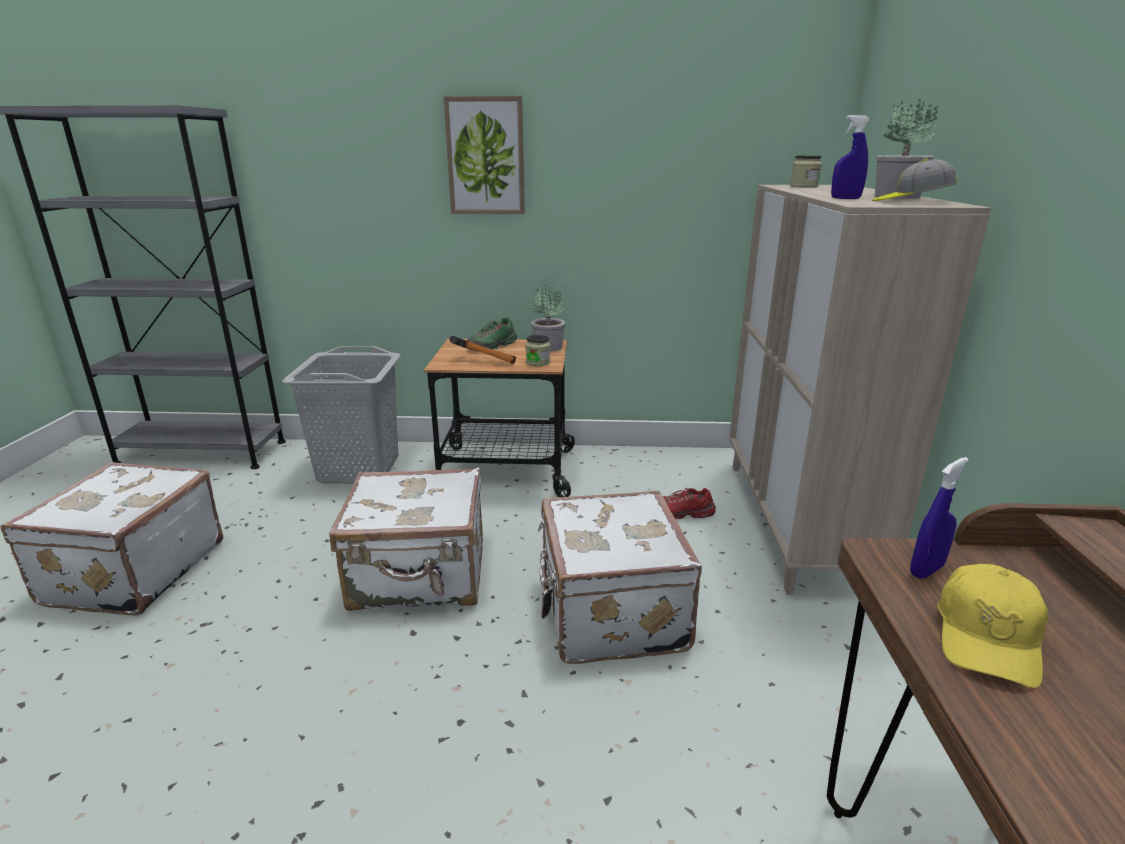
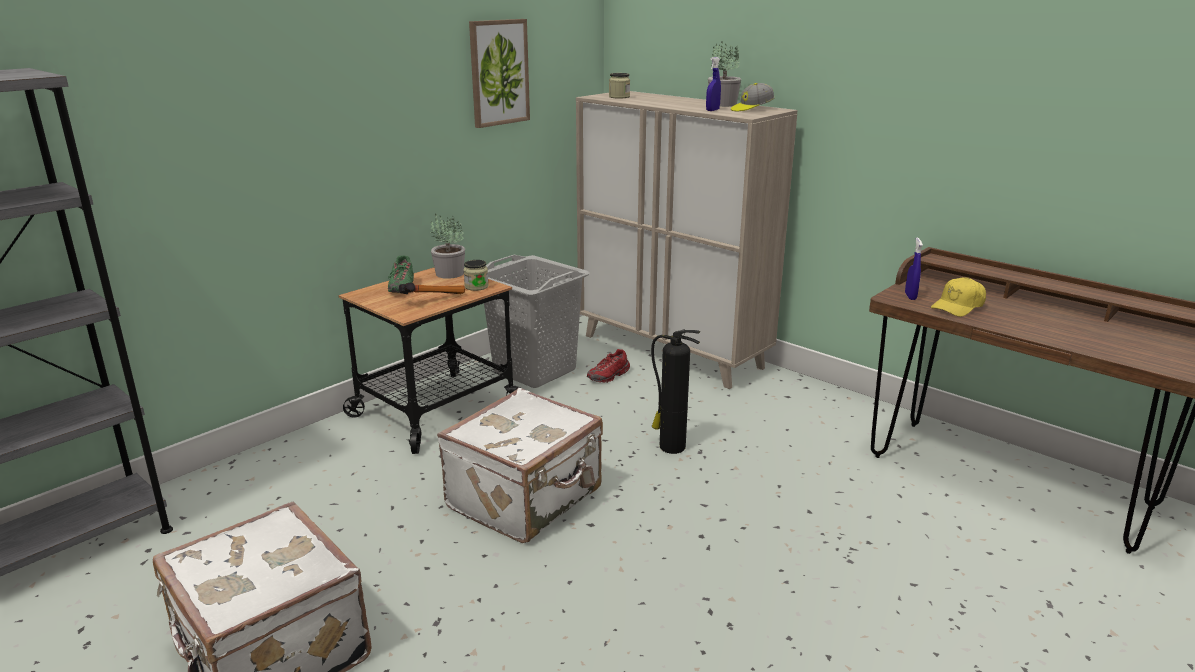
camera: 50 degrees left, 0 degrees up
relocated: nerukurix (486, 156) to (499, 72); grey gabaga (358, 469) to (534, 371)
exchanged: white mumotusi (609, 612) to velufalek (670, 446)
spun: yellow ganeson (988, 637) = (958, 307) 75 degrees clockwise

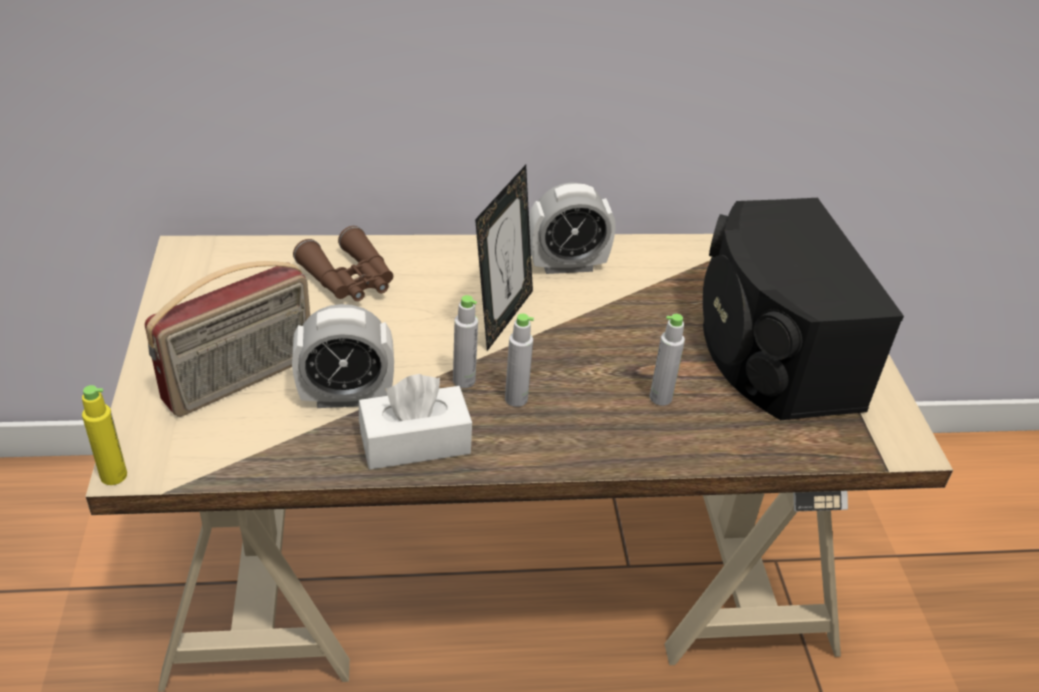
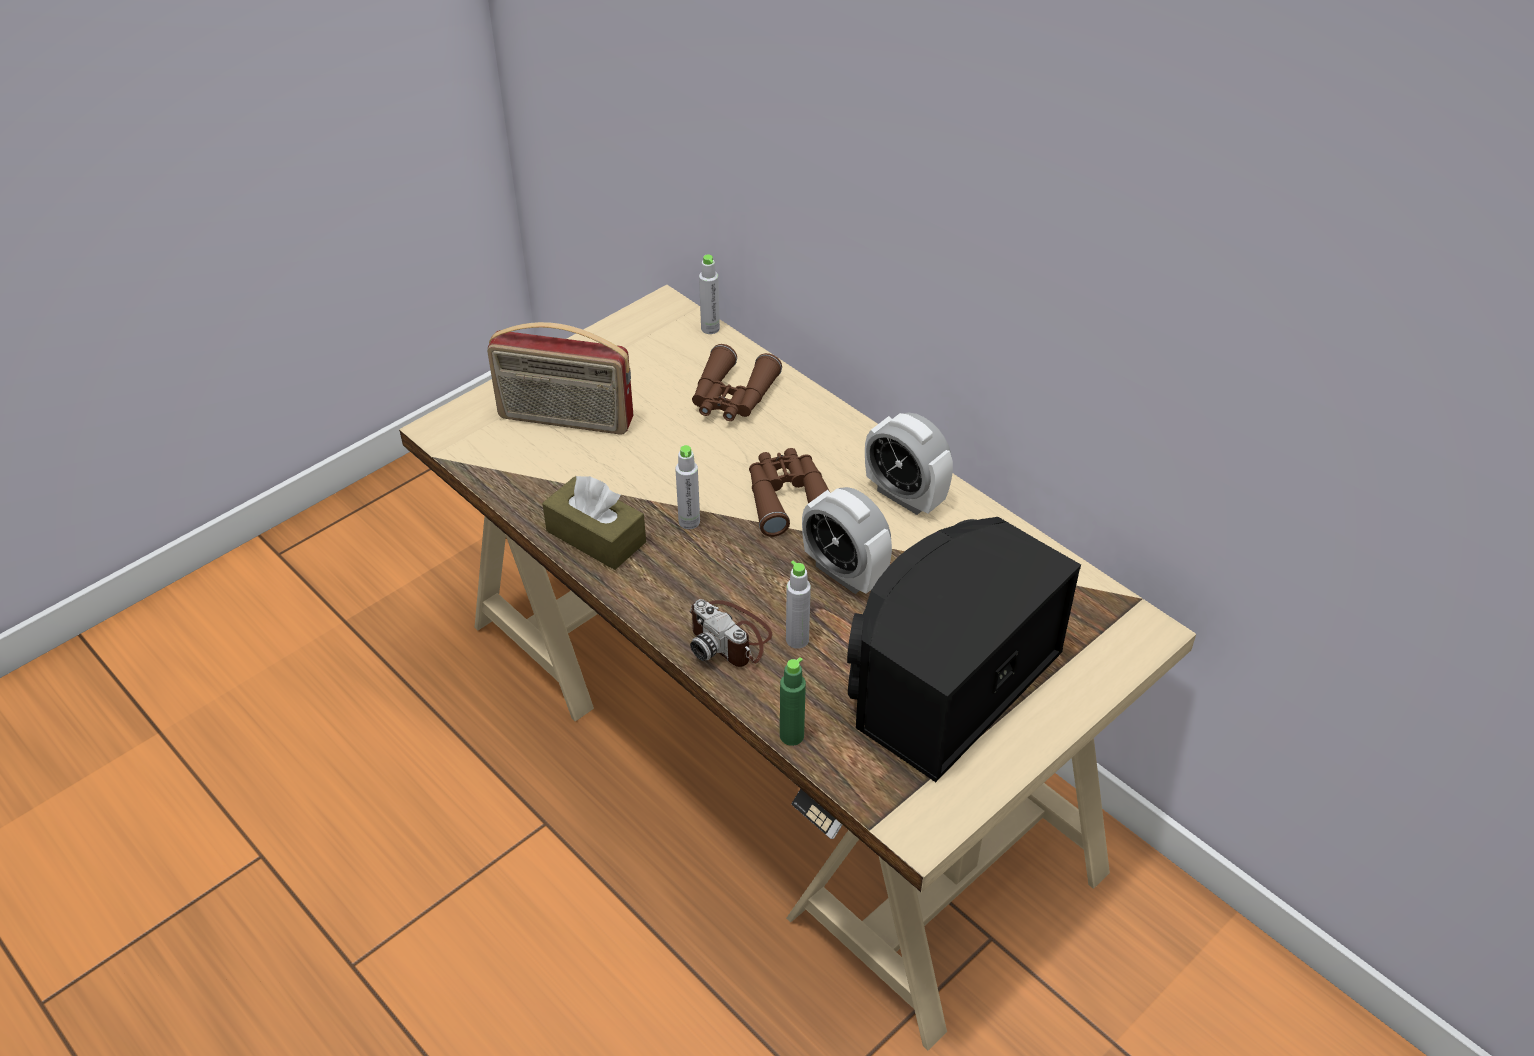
camera: 55 degrees right, 5 degrees up
missing: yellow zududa (113, 475)
appeared: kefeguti (730, 637); green zududa (791, 736)
relocated: grey zududa (516, 399) to (710, 328); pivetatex (346, 397) to (844, 573)
exchanged: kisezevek (502, 317) to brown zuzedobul (788, 499)
colour: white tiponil (415, 442) to brown tiponil (596, 536)

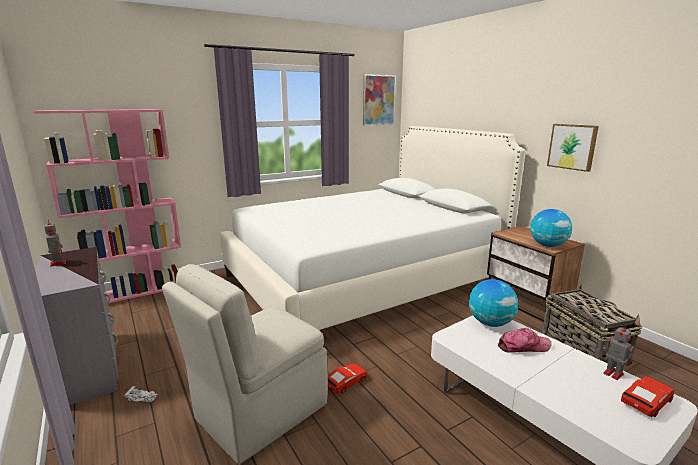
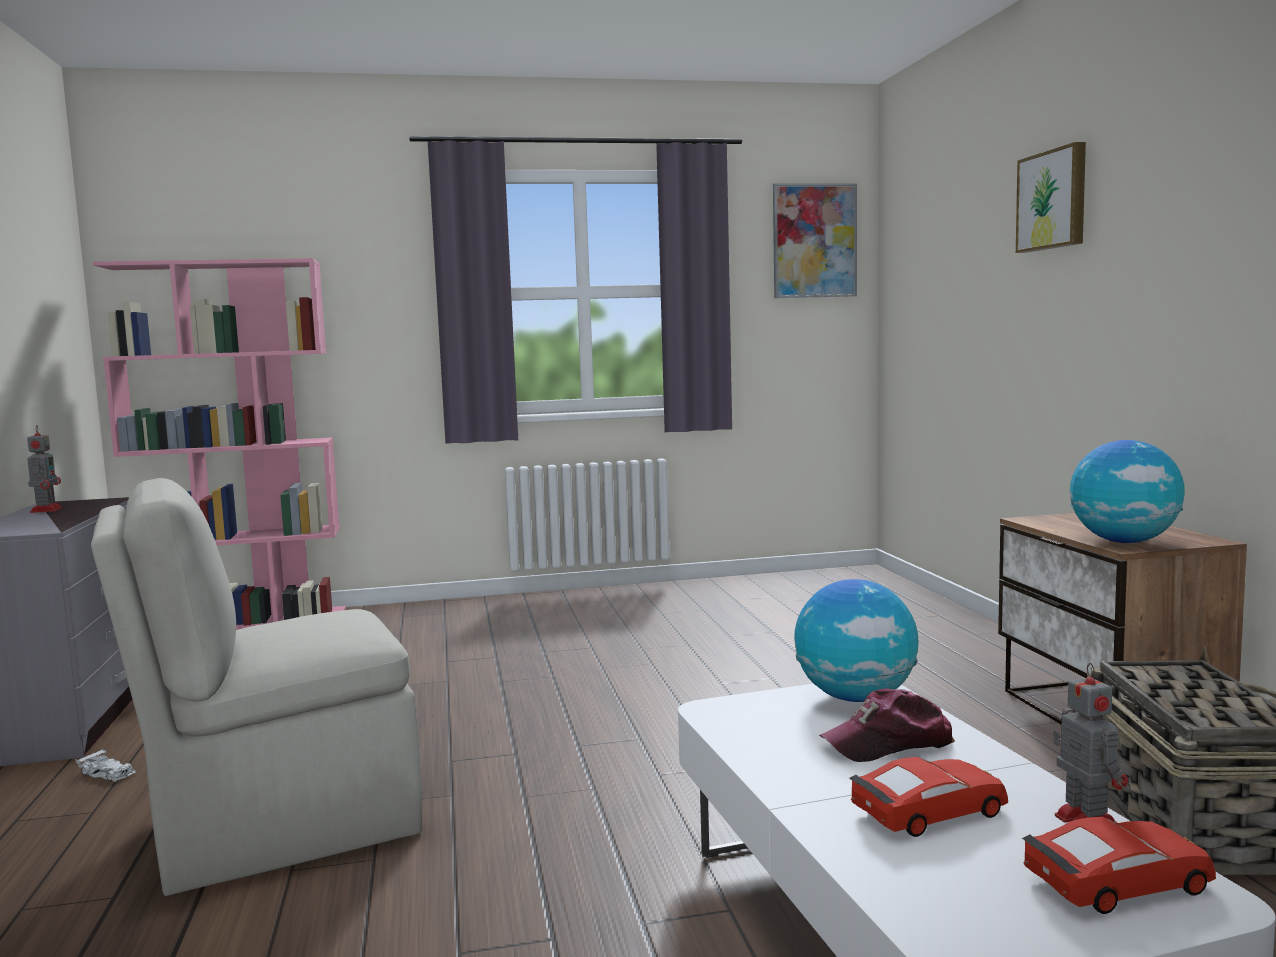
camera: 20 degrees right, 10 degrees down
missing: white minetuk (363, 279)
relocated: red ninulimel (345, 382) to (928, 812); nerukurix (572, 146) to (1054, 200)
spun: ganeson (523, 346) = (888, 744) 150 degrees clockwise

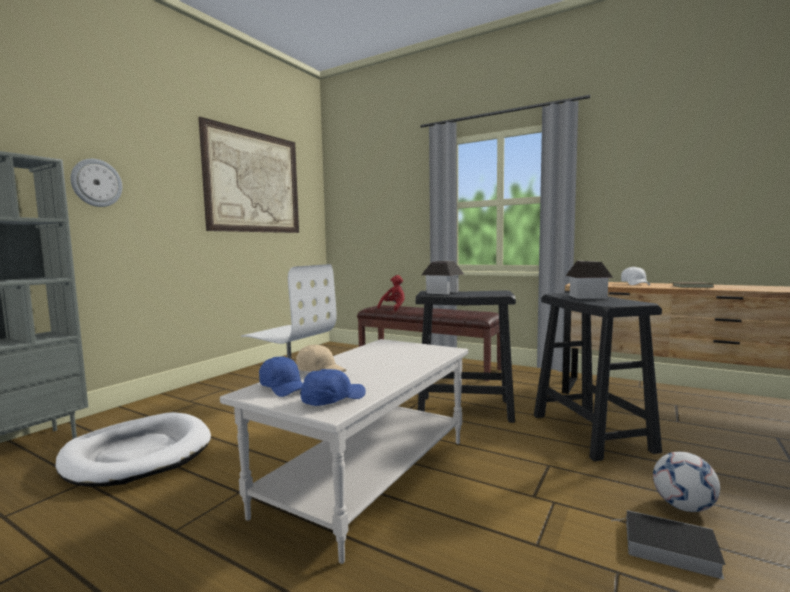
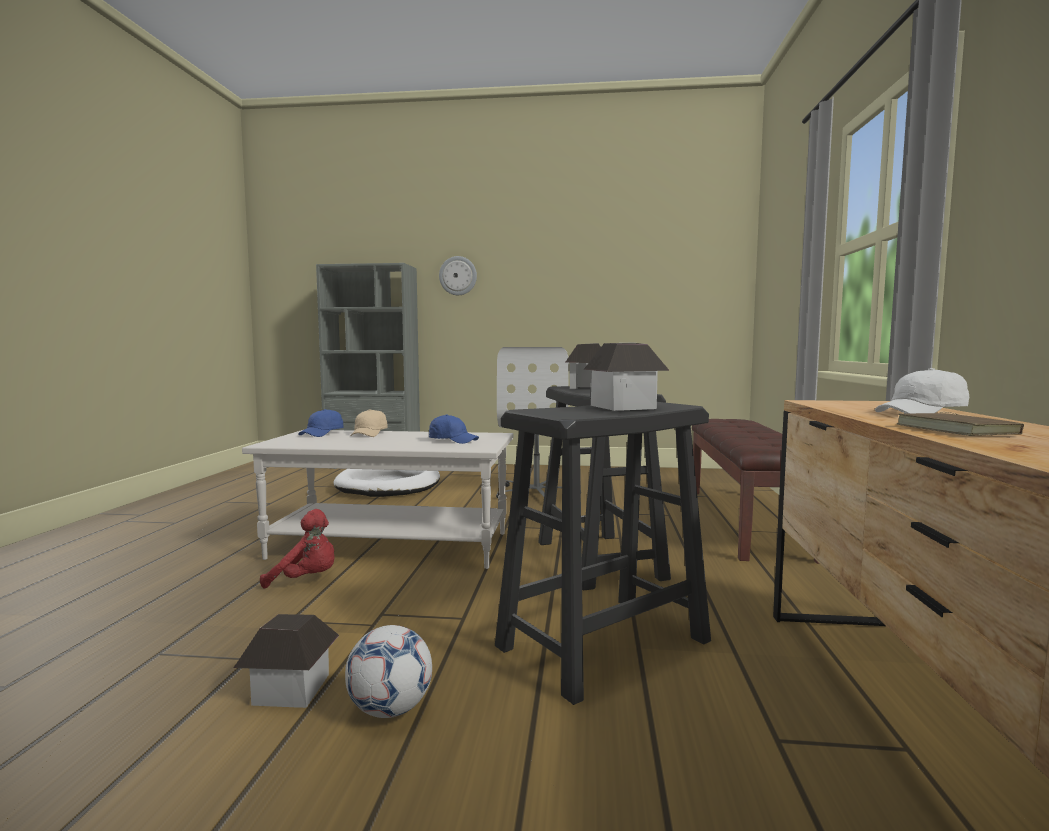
camera: 65 degrees right, 0 degrees up
missing: nerukurix (254, 182)
relocated: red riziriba (394, 308) to (306, 580); blue ganeson (332, 399) to (453, 440)
exchanged: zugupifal (667, 547) to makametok (291, 689)

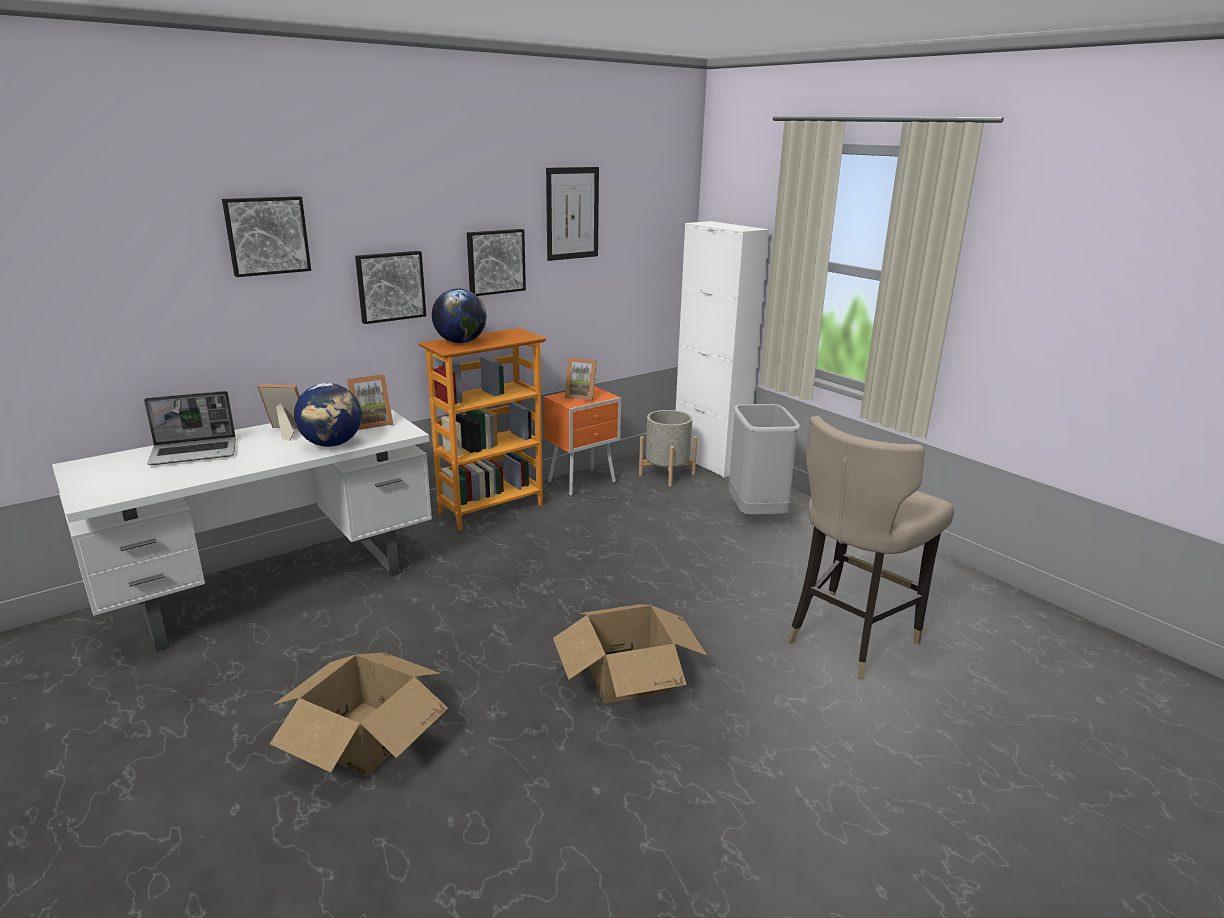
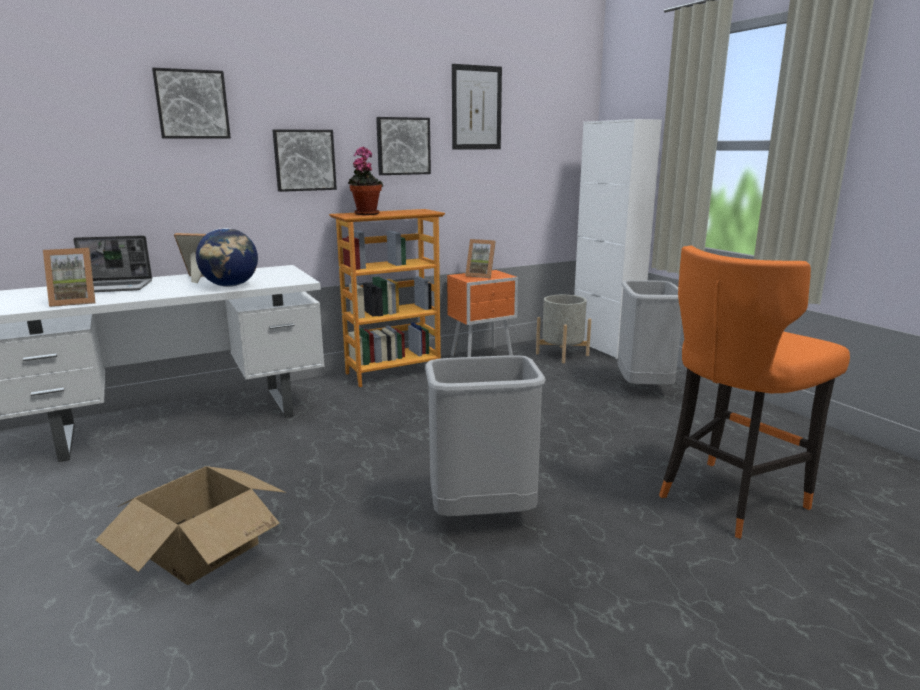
camera: 10 degrees right, 5 degrees down
relocated: kisezevek (371, 423) to (75, 302)
exchanged: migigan (460, 342) to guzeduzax (366, 213); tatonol (628, 675) to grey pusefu (482, 514)
colour: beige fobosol (850, 638) to orange fobosol (729, 498)

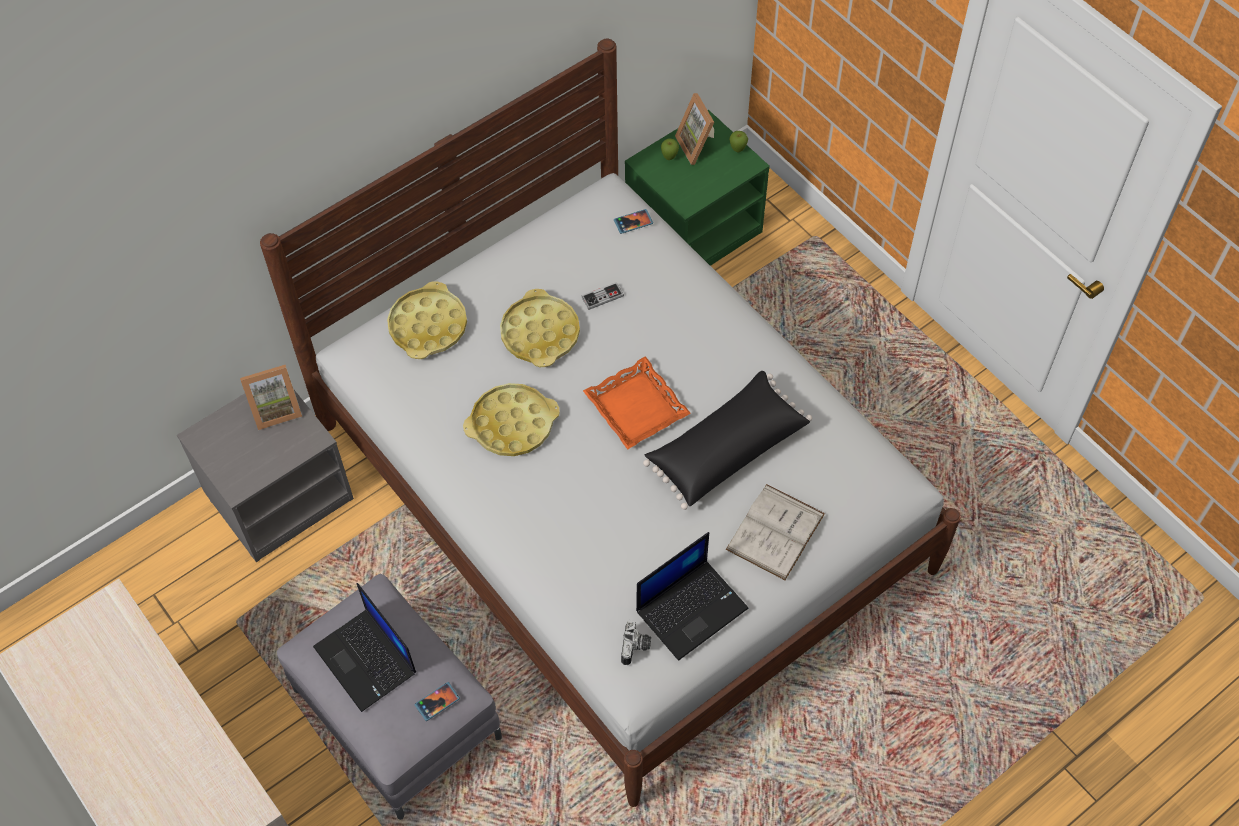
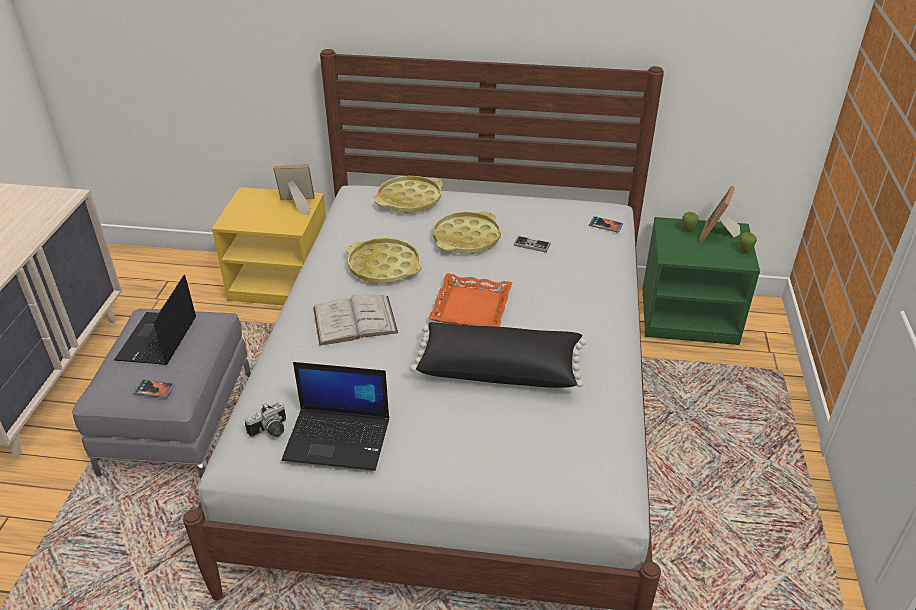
camera: 45 degrees right, 20 degrees down
relocated: white zugupifal (775, 531) to (354, 320)
colour: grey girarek (279, 494) to yellow girarek (282, 282)
spun: kisezevek (275, 409) = (297, 205) 150 degrees clockwise

